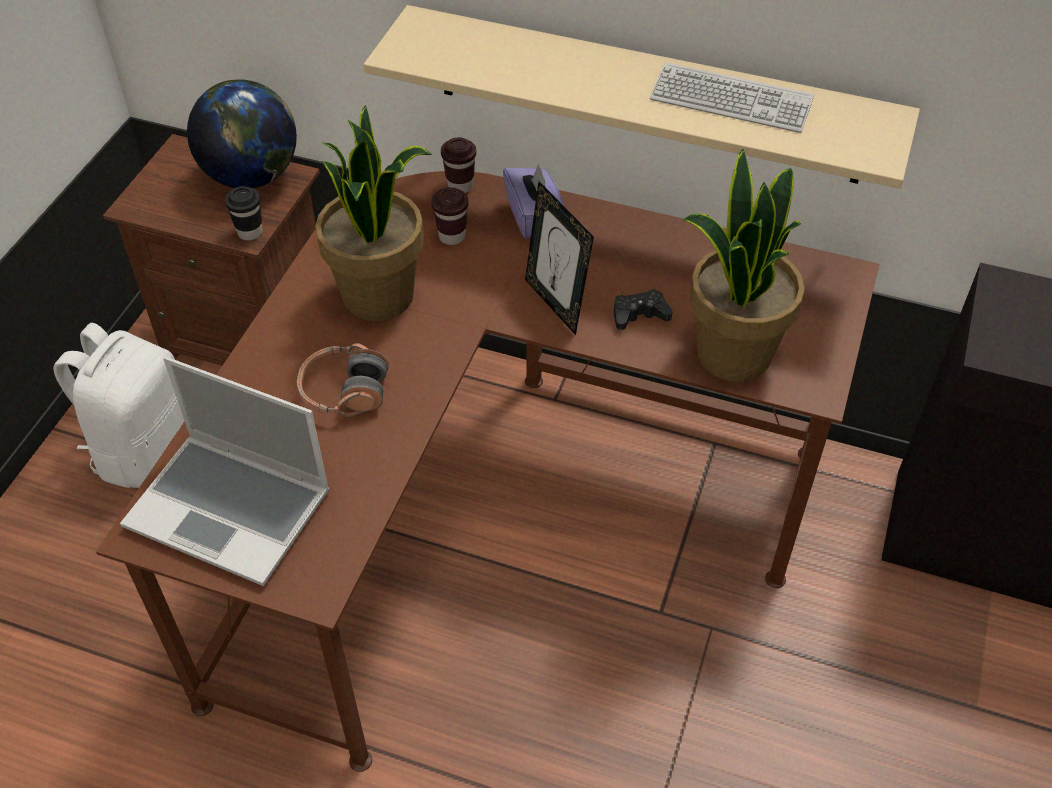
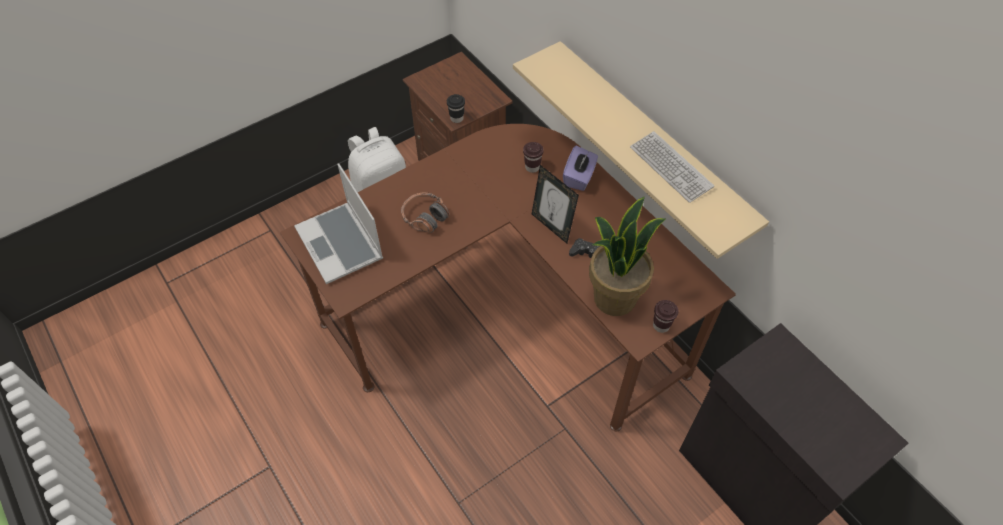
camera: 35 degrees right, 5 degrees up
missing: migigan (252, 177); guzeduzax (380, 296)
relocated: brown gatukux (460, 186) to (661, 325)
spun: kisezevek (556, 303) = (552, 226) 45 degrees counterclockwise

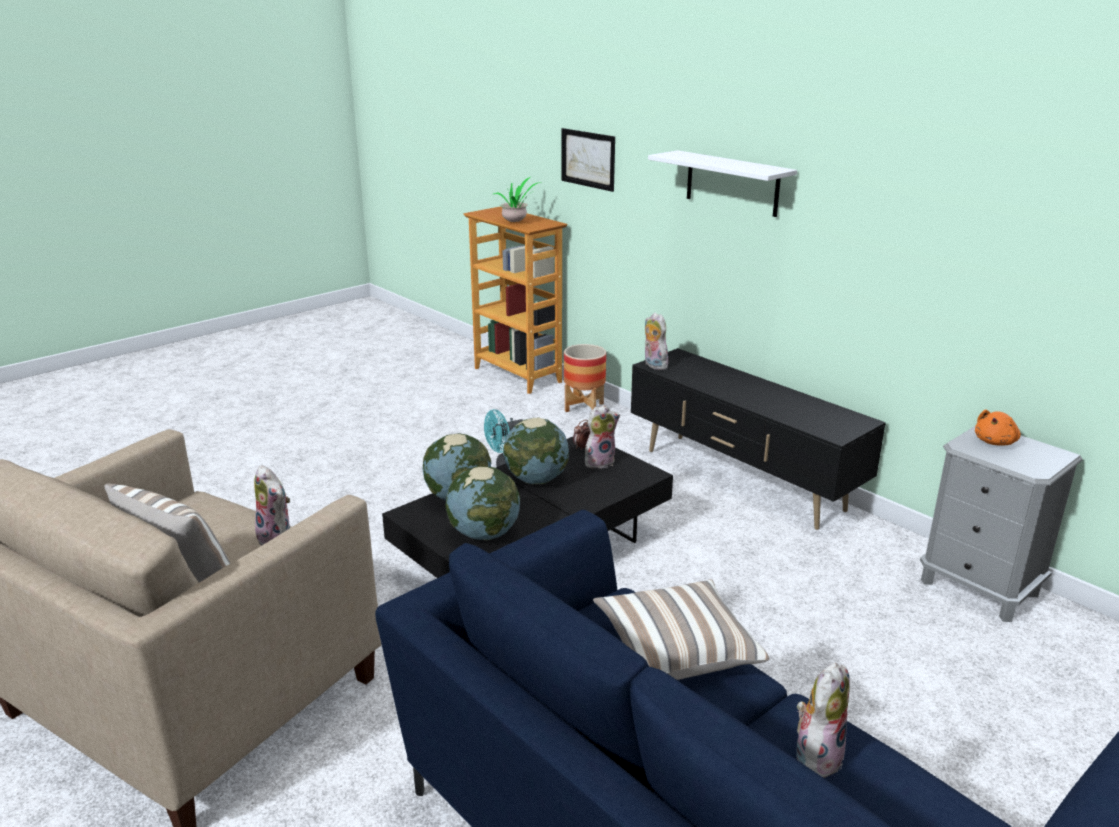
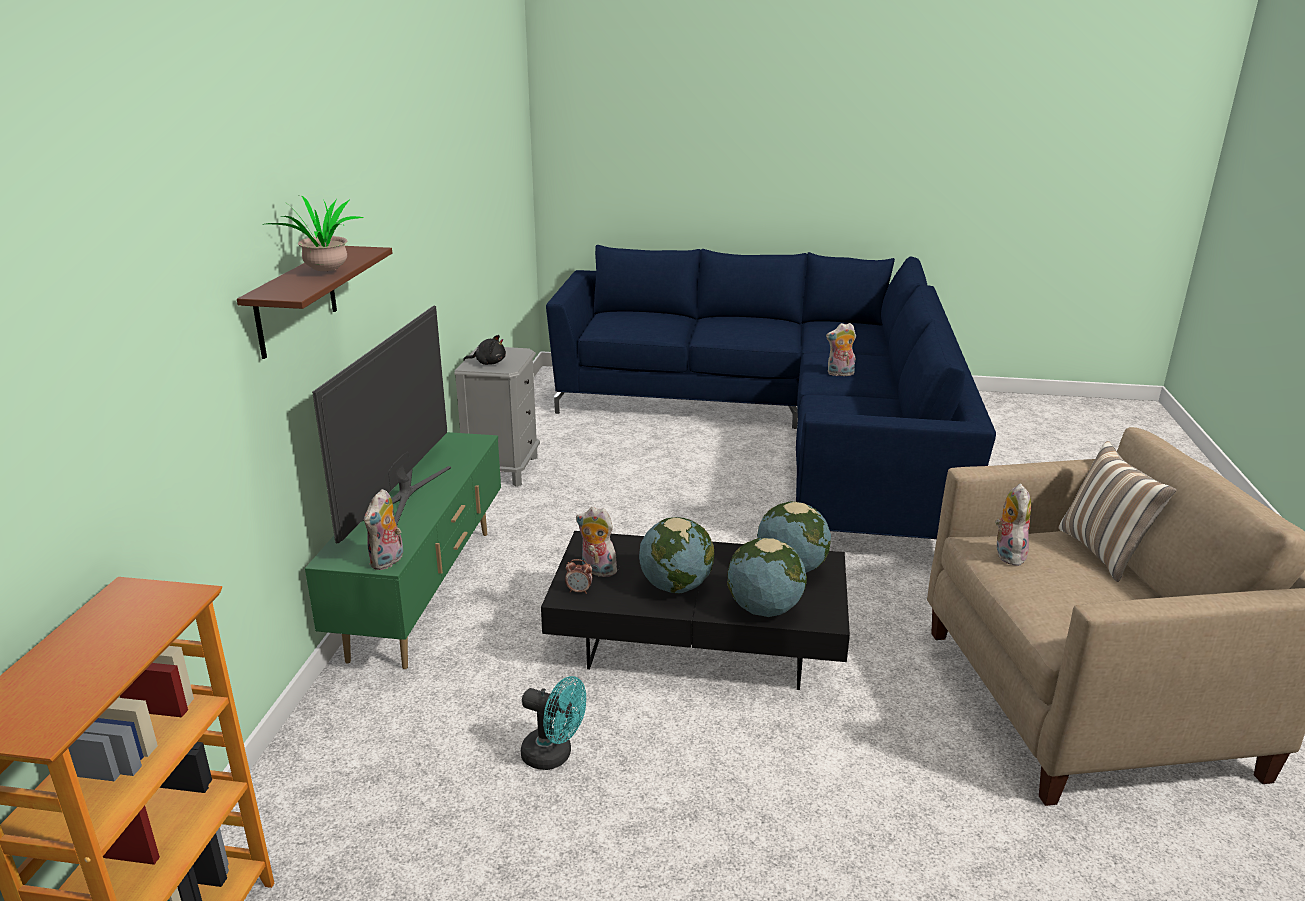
camera: 130 degrees left, 0 degrees up
missing: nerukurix (588, 159); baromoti (584, 407); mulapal (674, 650)
appeared: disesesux (401, 495)
relocated: guzeduzax (516, 222) to (324, 271)
colour: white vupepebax (732, 183) to brown vupepebax (296, 301); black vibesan (741, 480) to green vibesan (426, 592); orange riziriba (995, 442) to black riziriba (488, 363)

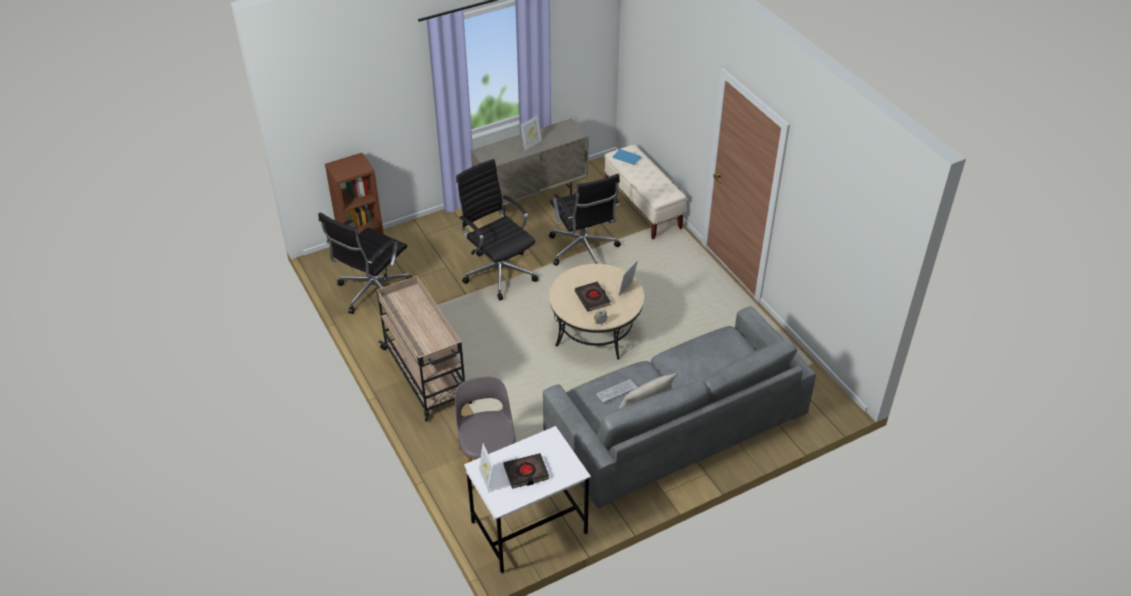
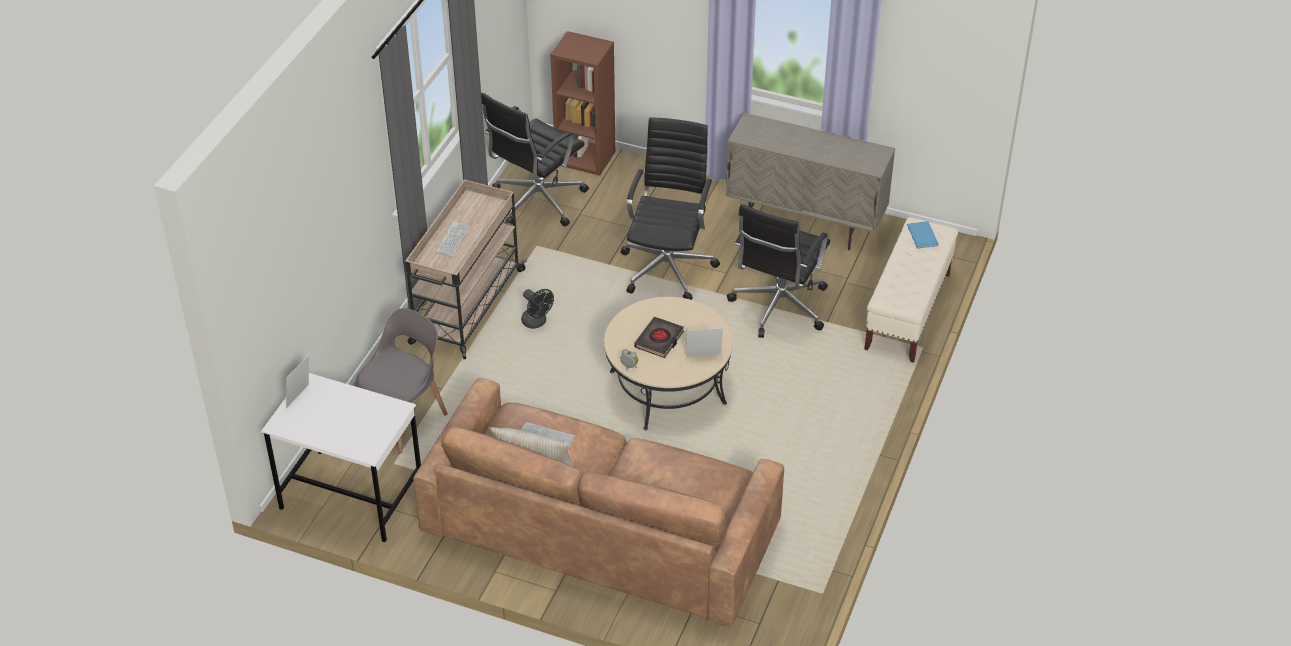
camera: 50 degrees right, 0 degrees up
missing: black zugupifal (526, 473); kisezevek (531, 144)
appeared: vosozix (453, 240); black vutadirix (537, 322)
colour: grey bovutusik (675, 423) to brown bovutusik (601, 525)
spun: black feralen (372, 292) = (536, 201) 45 degrees counterclockwise

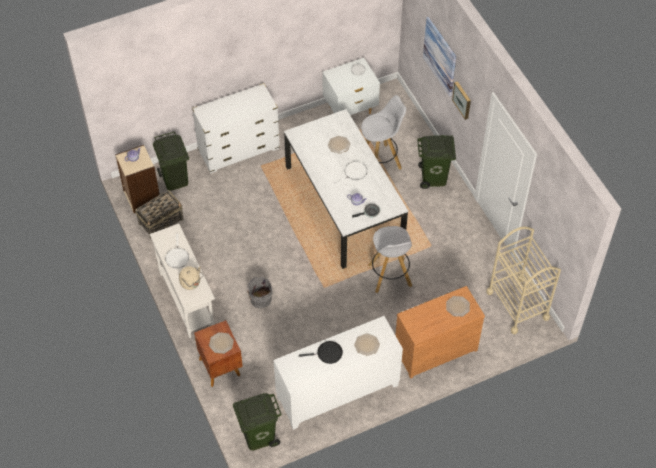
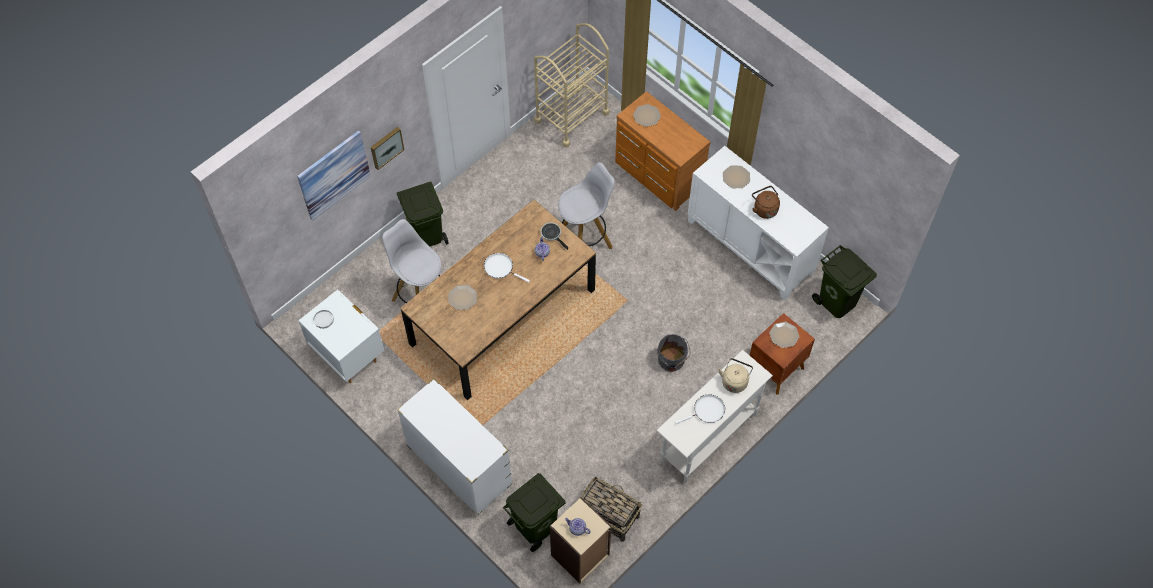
camera: 110 degrees left, 5 degrees up
exchanged: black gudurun (327, 354) to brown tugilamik (764, 209)
colour: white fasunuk (344, 205) to brown fasunuk (503, 316)

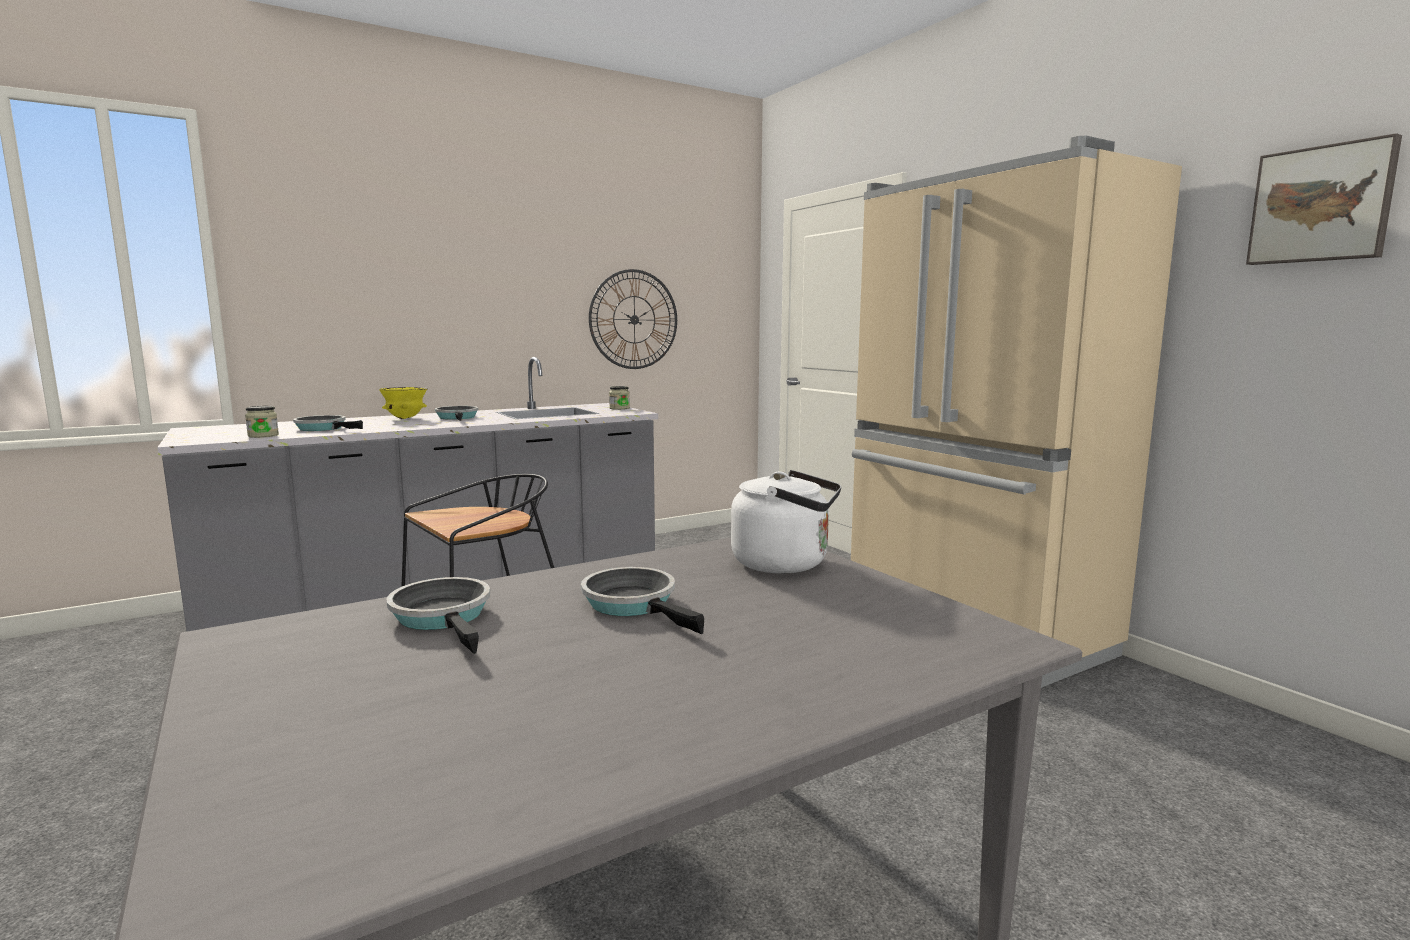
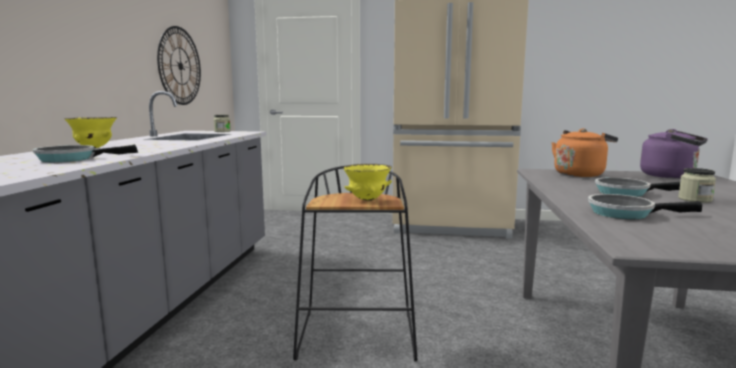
camera: 50 degrees left, 0 degrees up
missing: gudurun (458, 418); nerukurix (1321, 204)
appeared: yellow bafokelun (367, 199); purple tugilamik (671, 176)
relocated: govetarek (263, 435) to (695, 199)
colour: white tugilamik (786, 564) to orange tugilamik (580, 174)

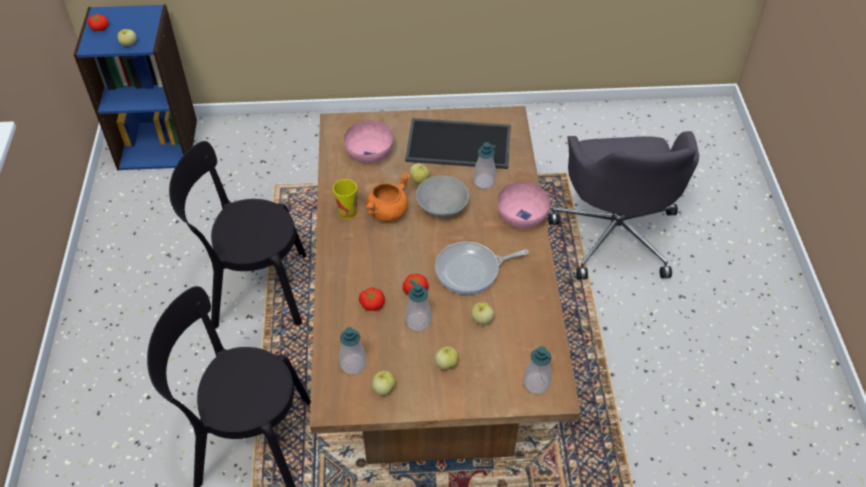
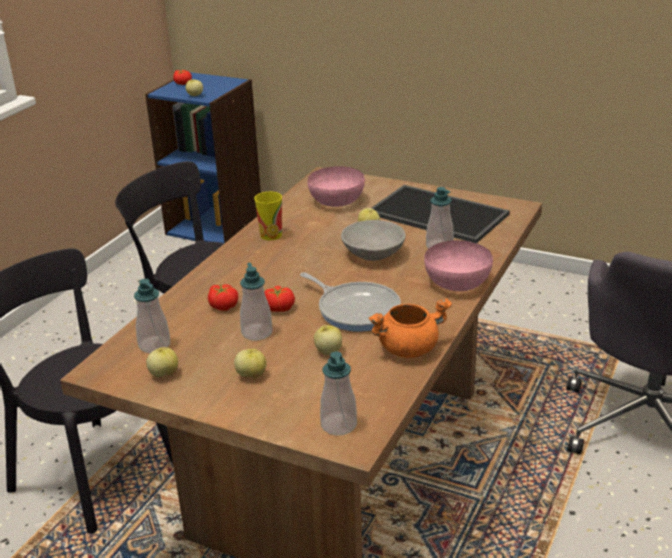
camera: 30 degrees right, 20 degrees down
relocated: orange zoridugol (387, 211) to (408, 348)
spun: gudurun (471, 271) = (356, 309) 150 degrees counterclockwise

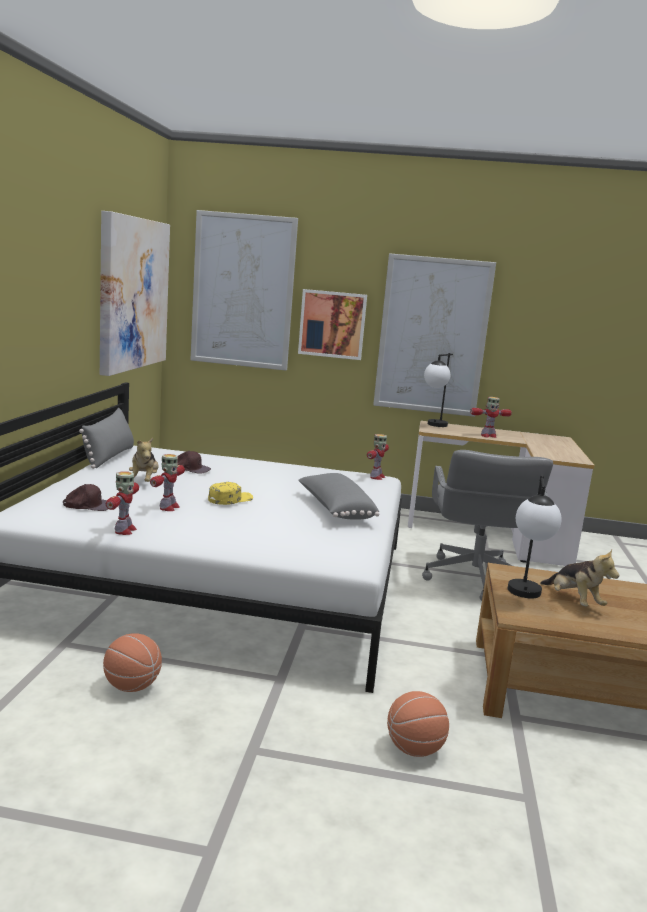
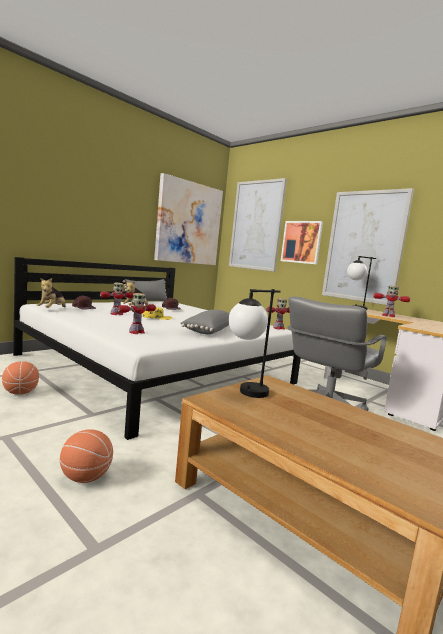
camera: 35 degrees right, 5 degrees down
relocated: riziriba (573, 601) to (52, 309); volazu (124, 531) to (136, 332)

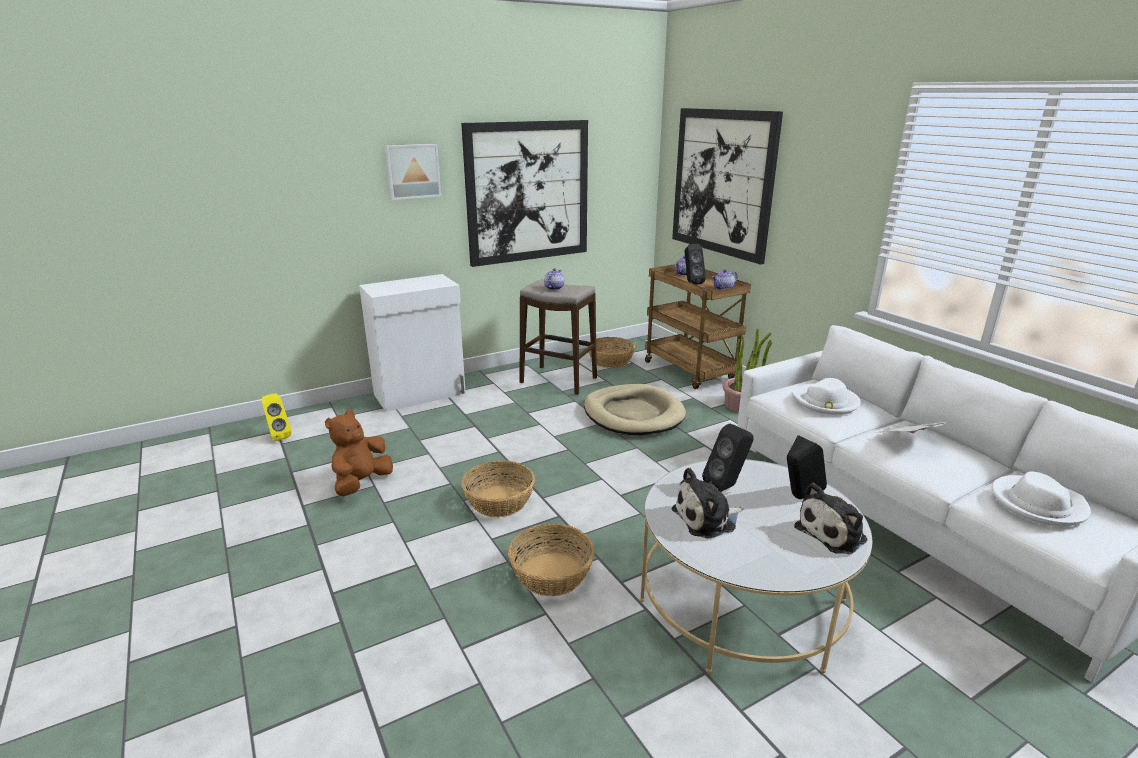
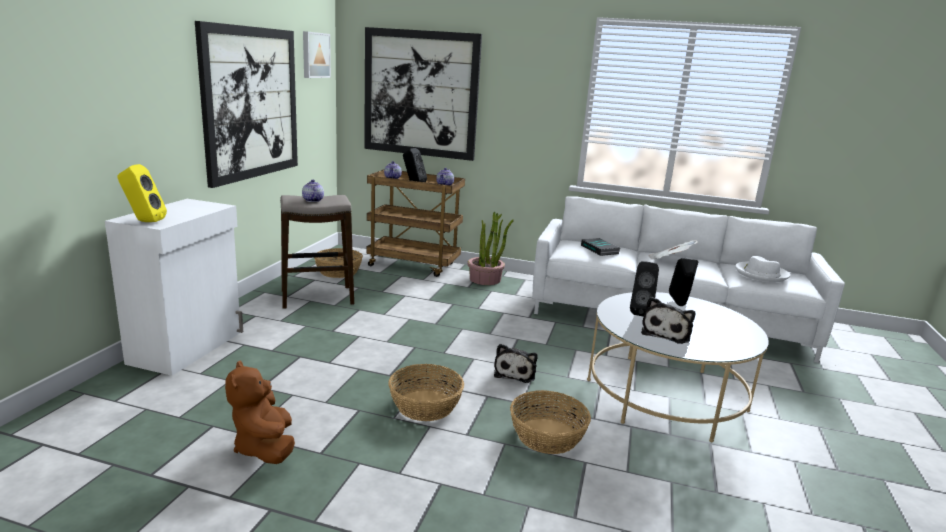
camera: 45 degrees left, 5 degrees down
missing: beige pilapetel (633, 414)
relocated: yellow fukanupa (278, 436) to (143, 221); nerukurix (413, 171) to (315, 55); riziriba (834, 533) to (515, 372)
exchanged: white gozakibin (825, 402) to zugupifal (600, 250)

